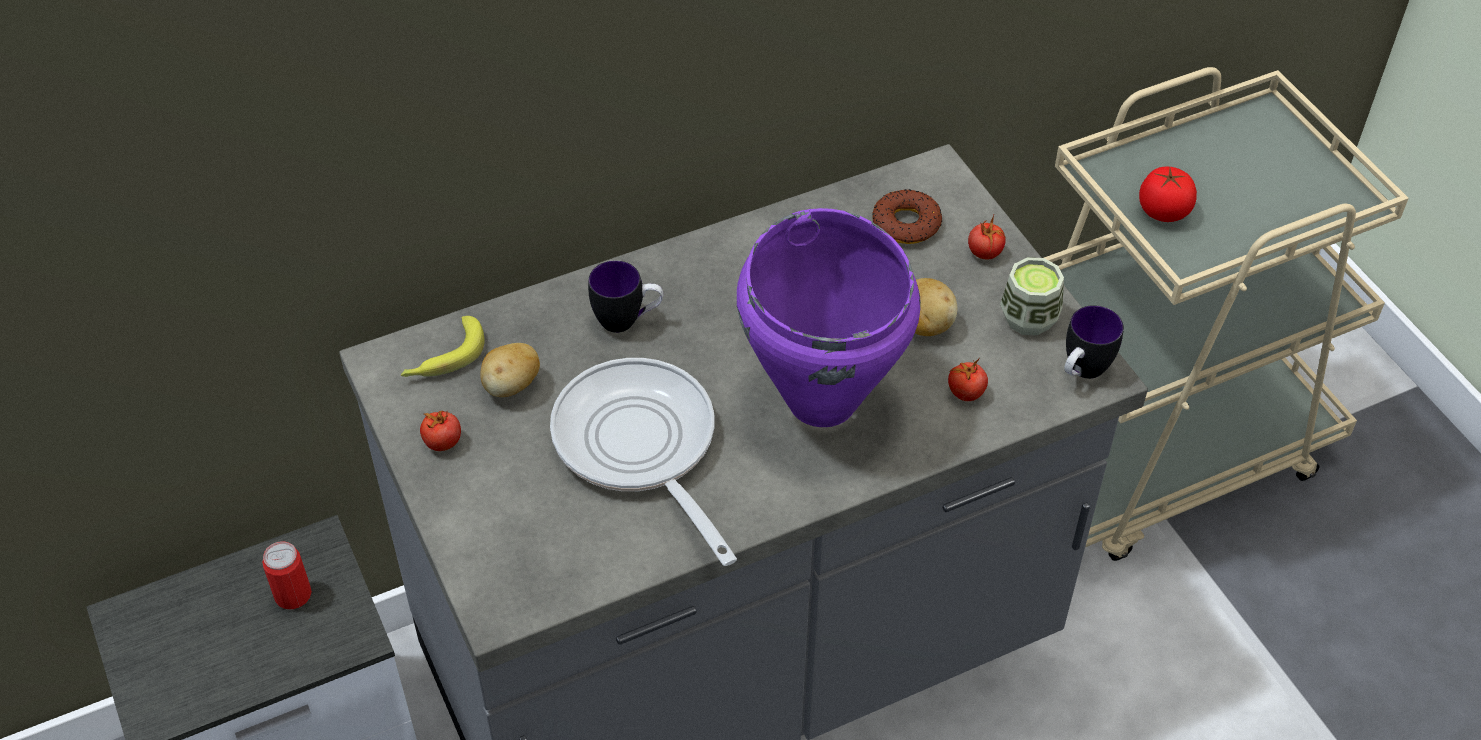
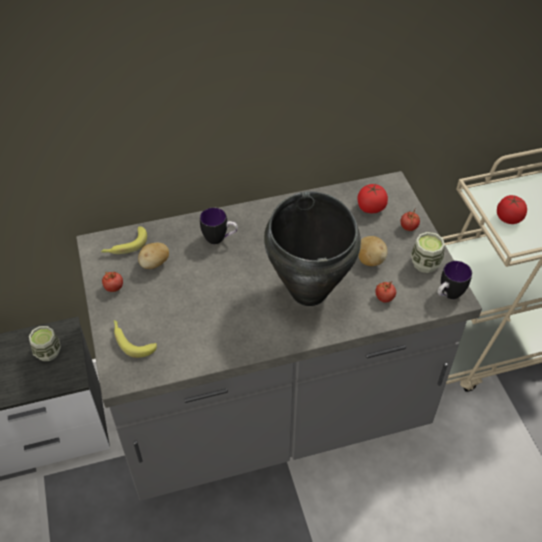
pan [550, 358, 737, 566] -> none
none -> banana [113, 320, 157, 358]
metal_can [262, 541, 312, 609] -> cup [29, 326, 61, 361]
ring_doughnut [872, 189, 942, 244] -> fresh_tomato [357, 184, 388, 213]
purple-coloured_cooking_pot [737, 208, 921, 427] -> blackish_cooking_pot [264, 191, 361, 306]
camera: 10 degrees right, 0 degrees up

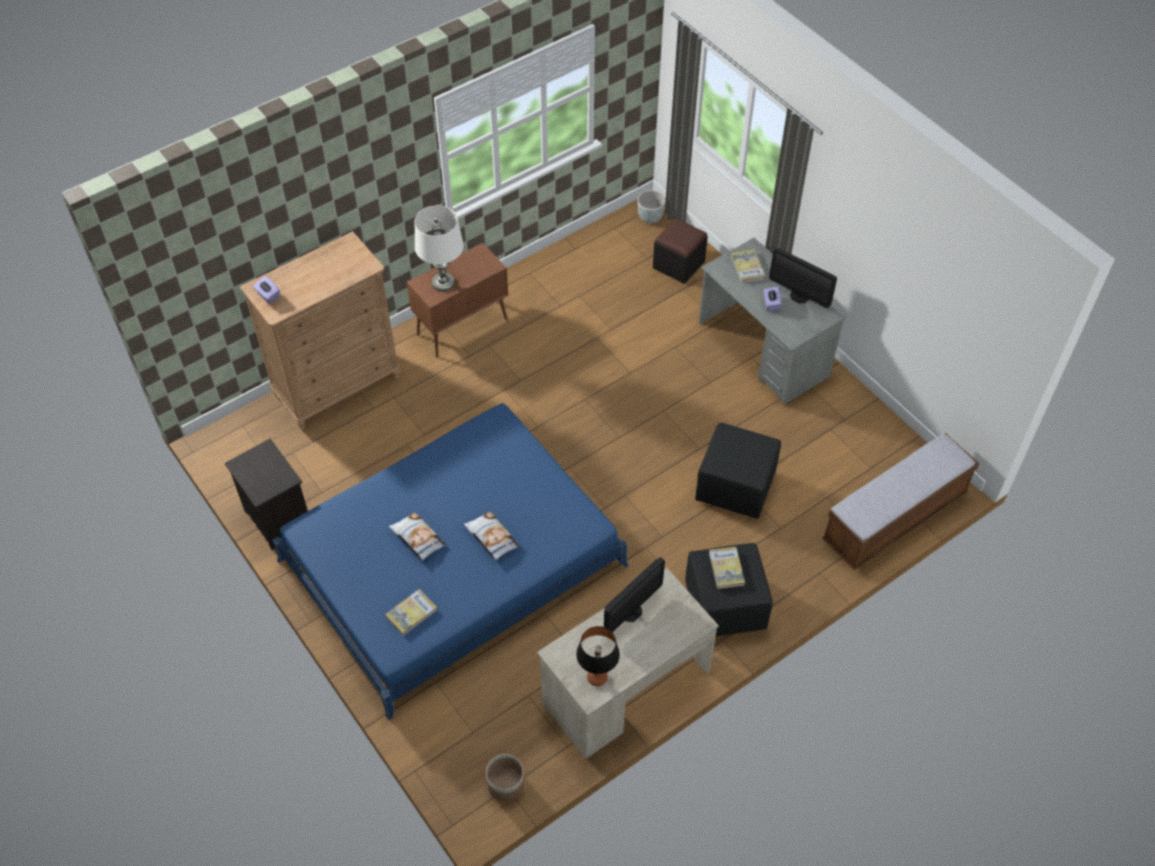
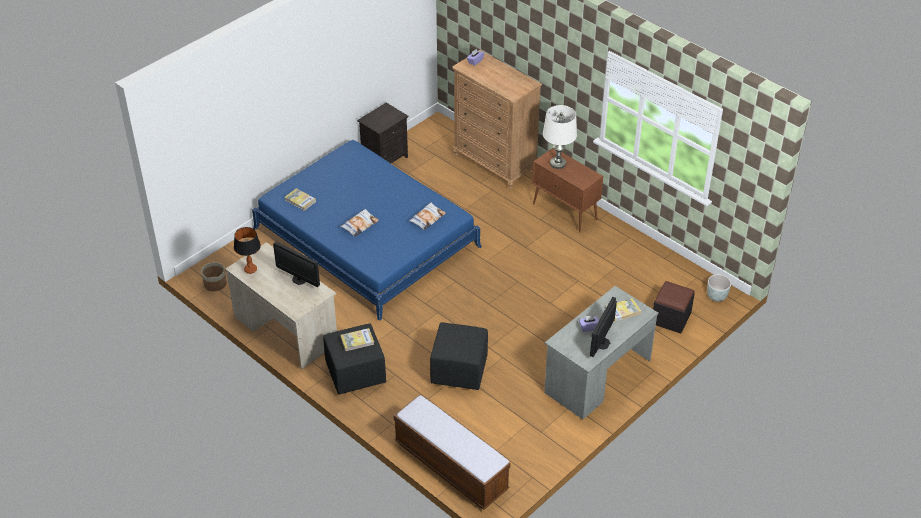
cushion [389, 512, 446, 561] -> cushion [409, 202, 446, 230], moved
camera: 80 degrees right, 10 degrees down

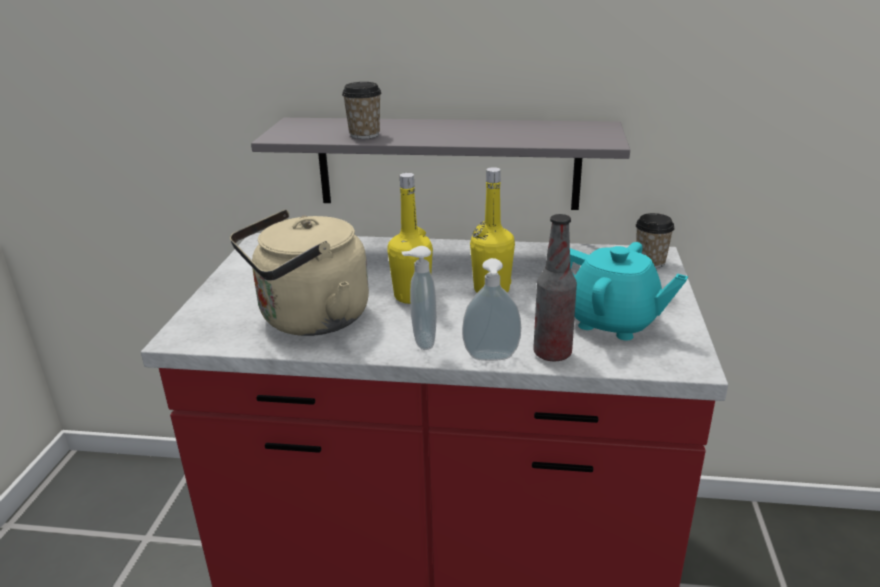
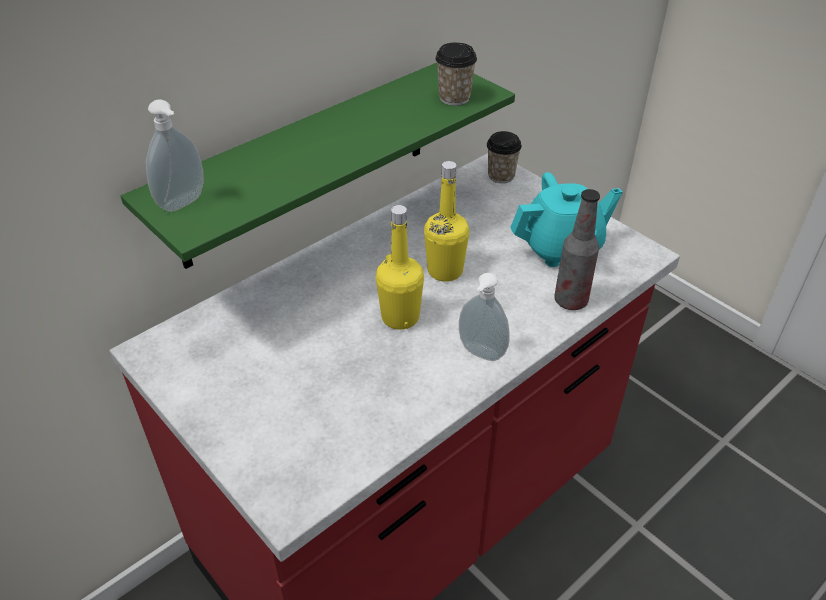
beige-coloured_kettle [230, 210, 369, 336] -> none
cup [342, 82, 382, 139] -> cup [435, 42, 477, 106], moved
soap_dispenser [462, 258, 521, 361] -> soap_dispenser [146, 99, 204, 212], moved
gray_bracket_shelf [251, 118, 630, 210] -> green_bracket_shelf [121, 63, 515, 269]
camera: 50 degrees left, 15 degrees up

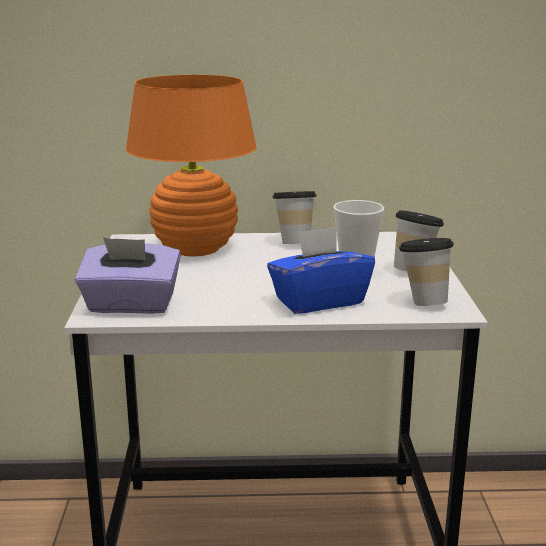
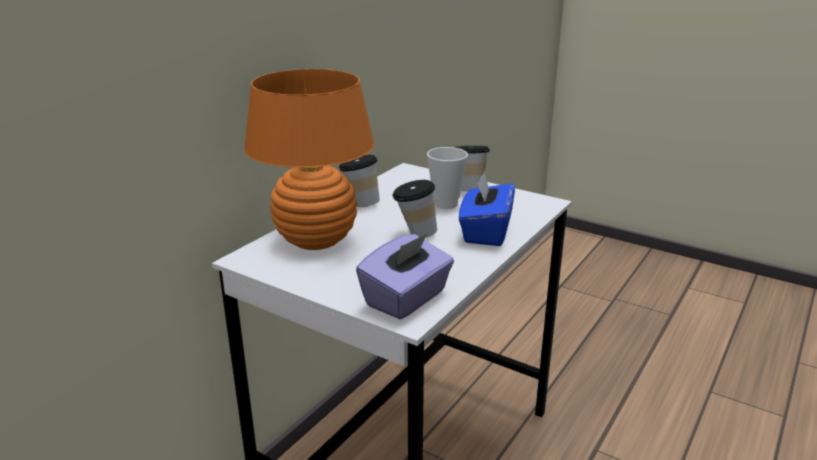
cup [399, 238, 454, 306] -> cup [392, 180, 437, 238], moved
camera: 55 degrees left, 5 degrees up

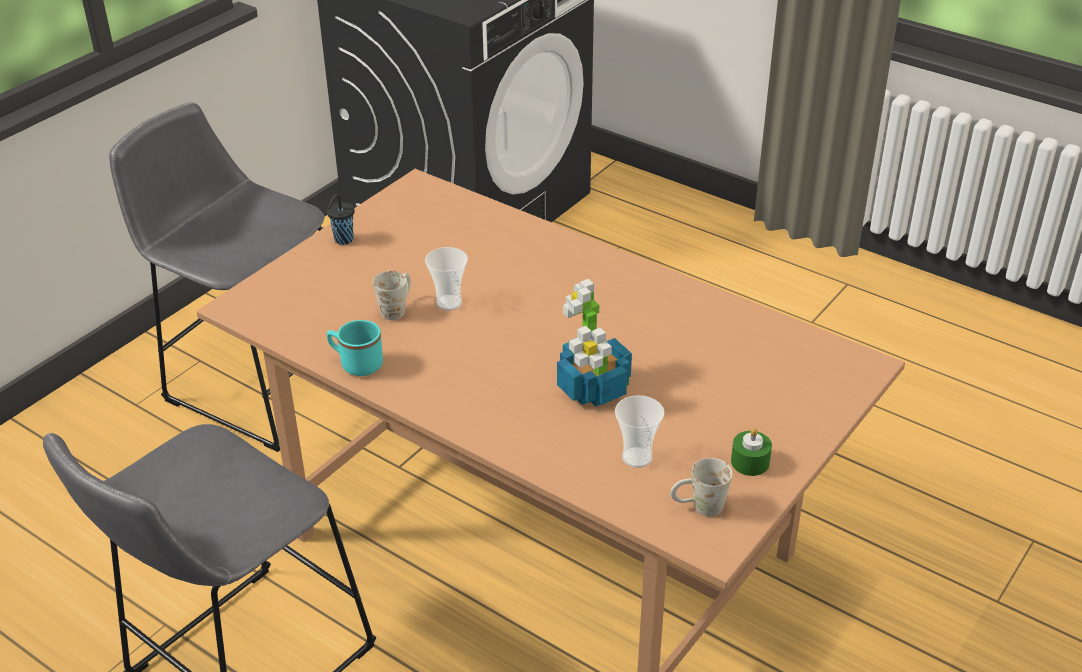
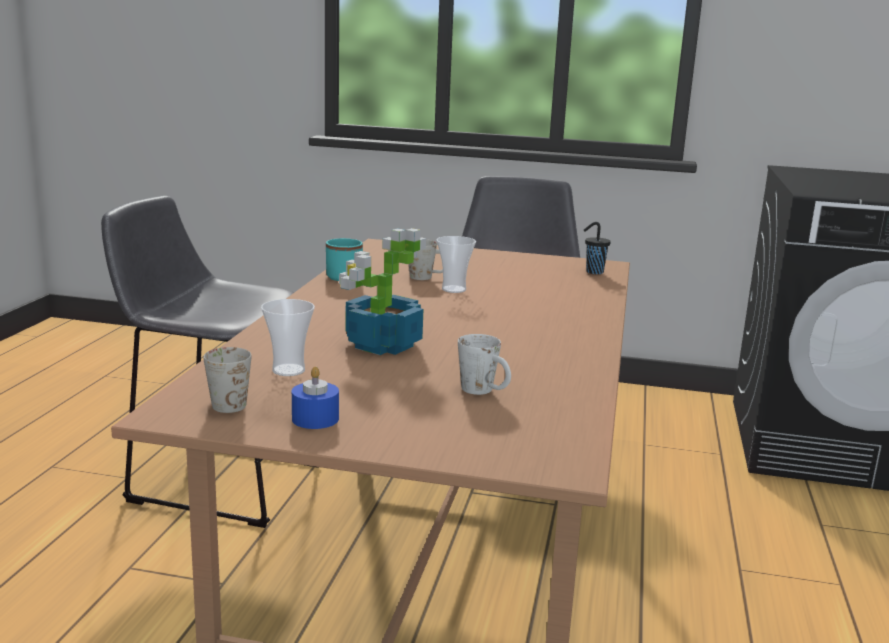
none -> white-coloured_mug [458, 334, 511, 395]
blackish_cup [327, 193, 355, 245] -> blackish_cup [584, 222, 611, 274], moved
green_wax_light [731, 428, 772, 476] -> blue-coloured_wax_light [292, 366, 339, 429]
camera: 65 degrees right, 20 degrees down

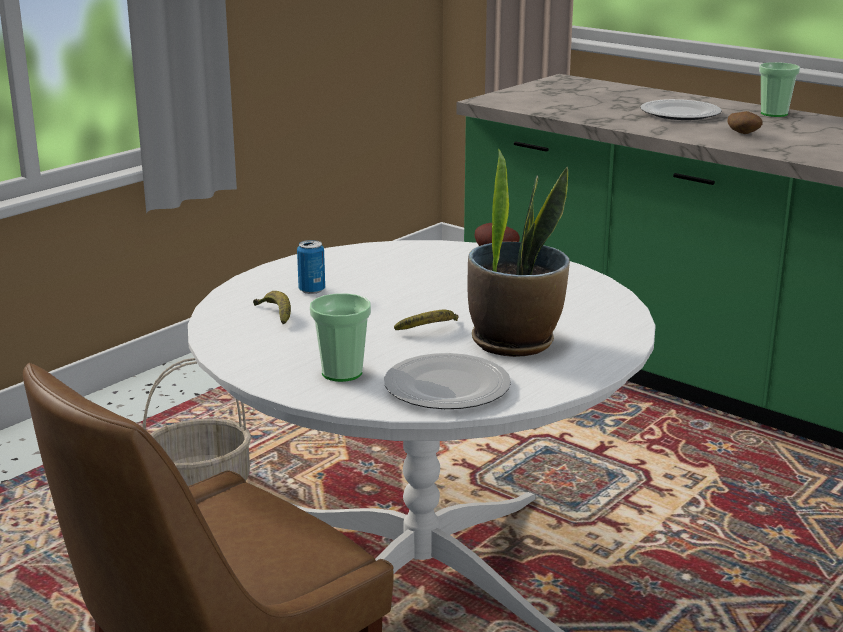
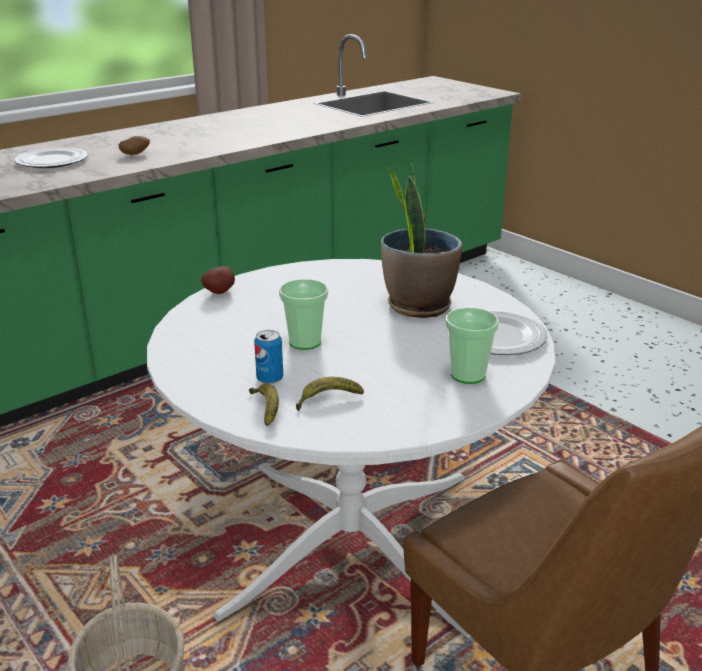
banana [394, 310, 459, 330] -> banana [249, 383, 279, 426], moved
cup [759, 62, 800, 117] -> cup [279, 279, 328, 350], moved
camera: 80 degrees left, 5 degrees up

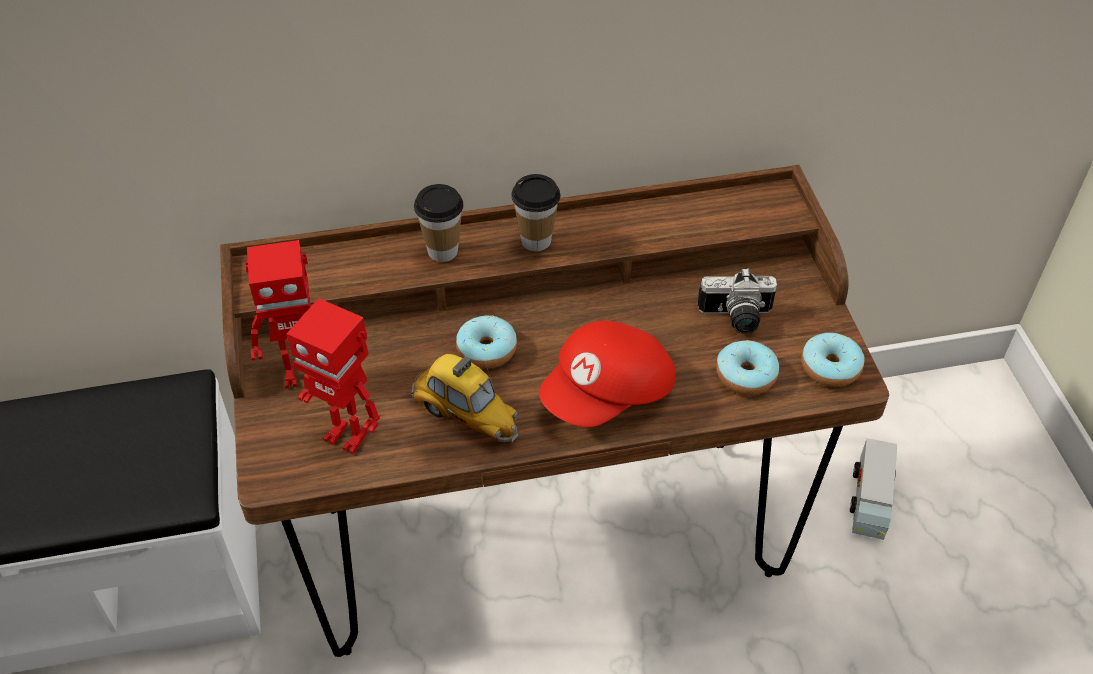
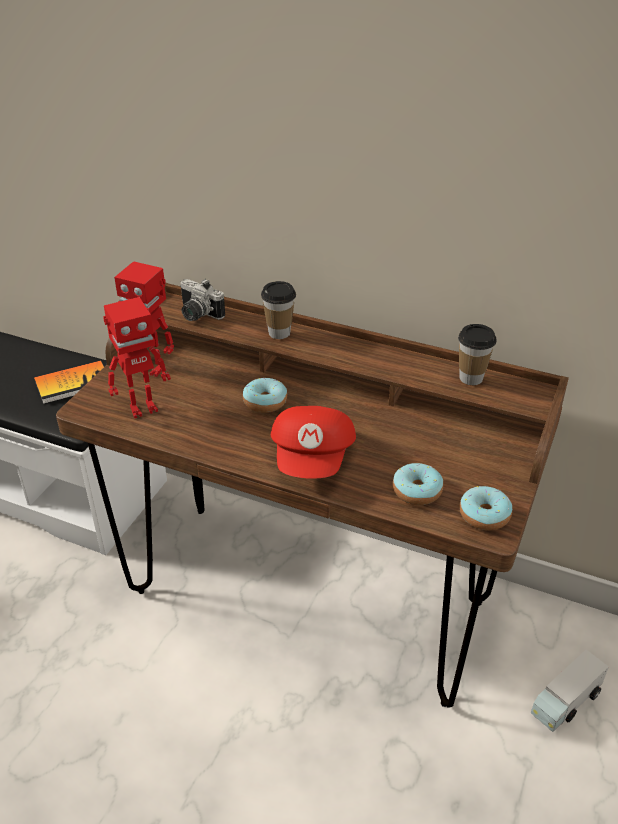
toy_car [410, 354, 519, 442] -> none
none -> bound_book [34, 360, 104, 404]
cup [511, 174, 560, 252] -> cup [458, 324, 497, 385], moved
photo_camera [697, 268, 777, 334] -> photo_camera [180, 279, 225, 321], moved
toy_robot [286, 298, 380, 454] -> toy_robot [103, 297, 171, 419], 90 degrees counterclockwise
reddish_cap [539, 321, 675, 427] -> reddish_cap [271, 406, 356, 479], 75 degrees counterclockwise
camera: 35 degrees right, 10 degrees down

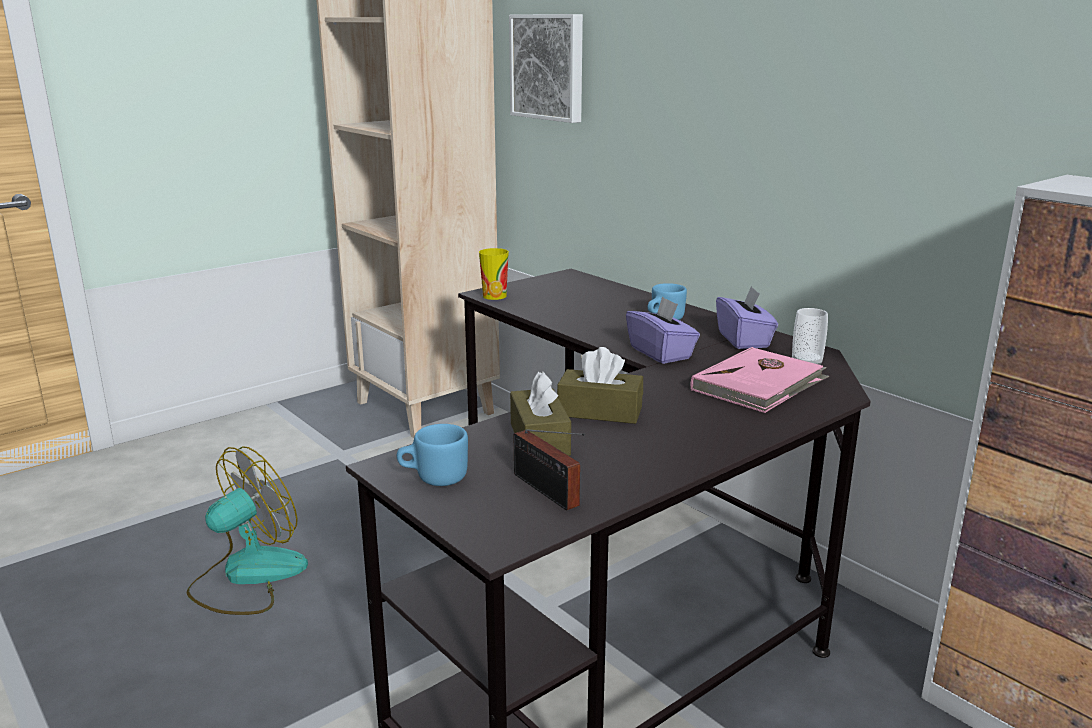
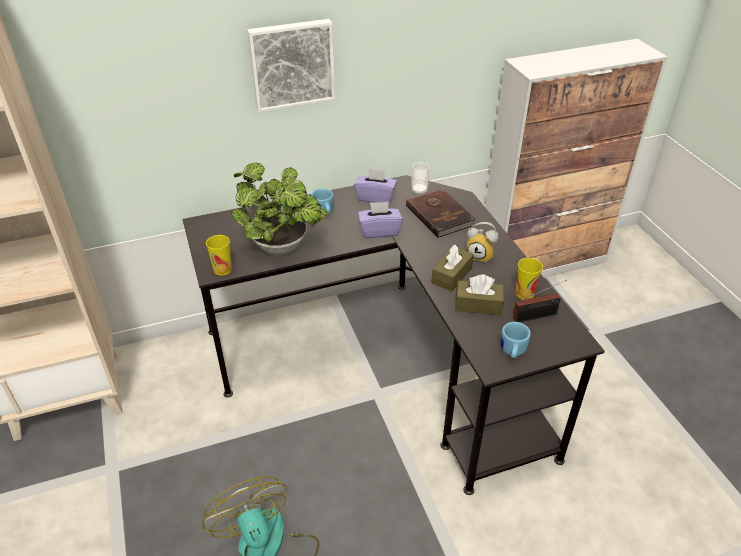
none -> houseplant [231, 163, 327, 255]
none -> alarm_clock [466, 222, 499, 263]
none -> cup [515, 258, 543, 300]
wall_art [509, 14, 583, 123] -> wall_art [247, 19, 335, 112], moved
pink_bound_book [691, 347, 829, 413] -> brown_bound_book [406, 188, 476, 238]
camera: 70 degrees left, 20 degrees up

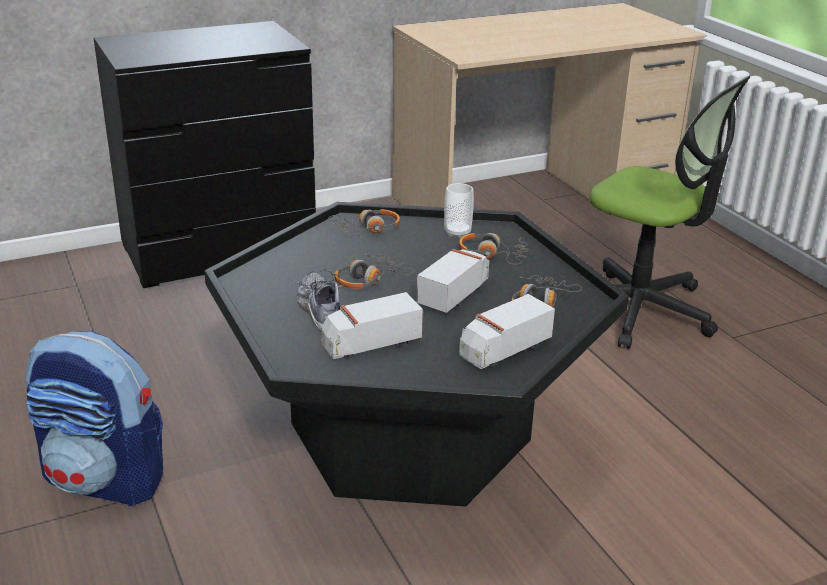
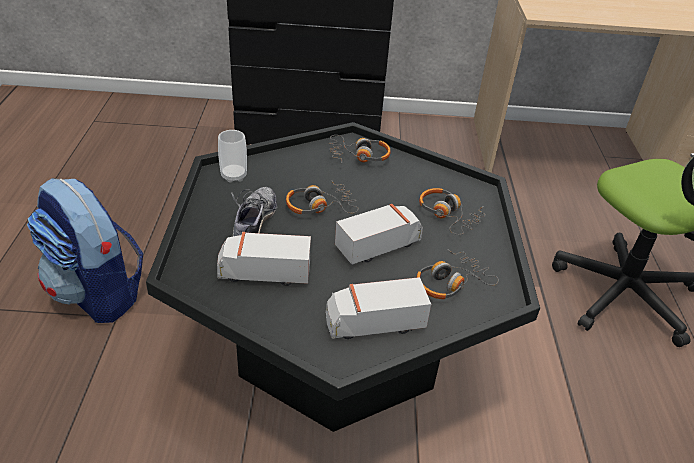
cup [444, 183, 474, 238] -> cup [218, 130, 247, 182], moved
camera: 25 degrees right, 10 degrees up

